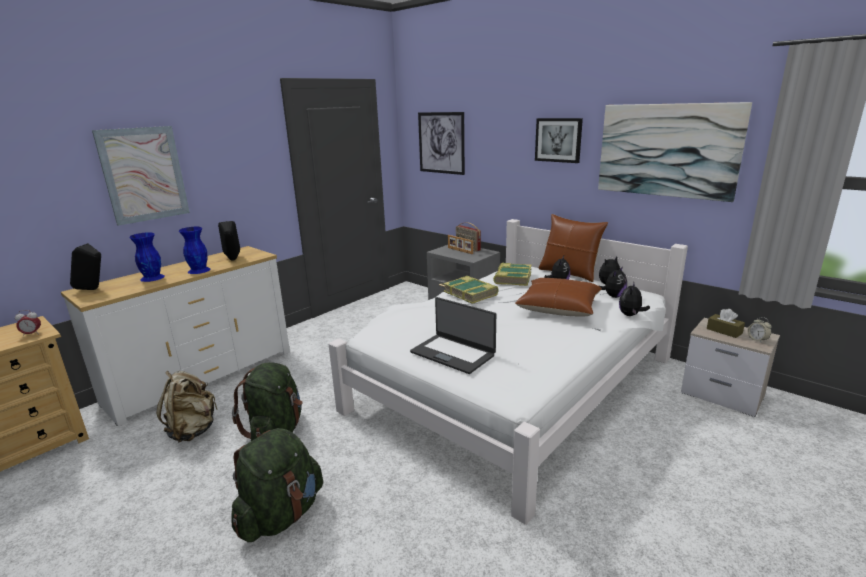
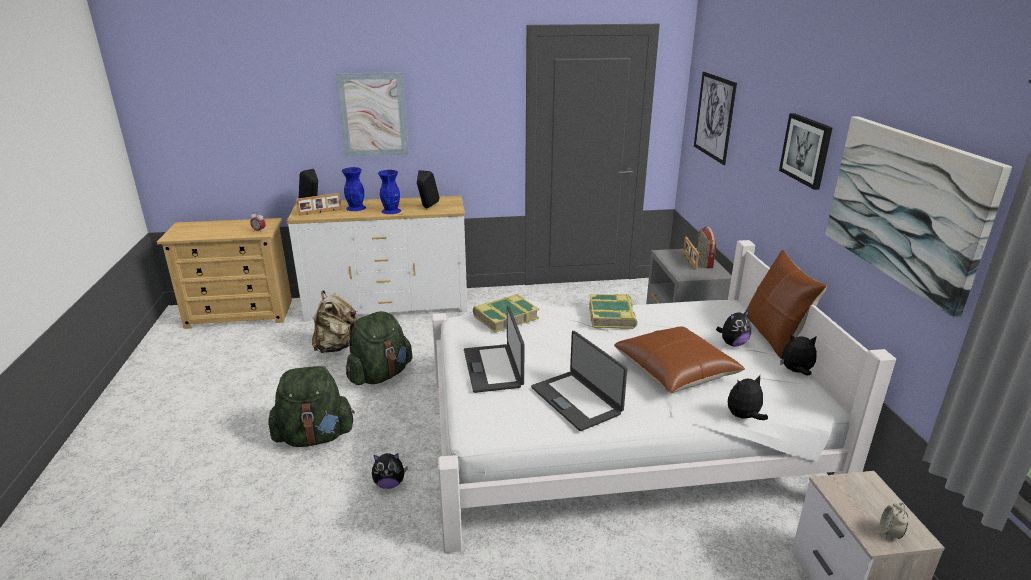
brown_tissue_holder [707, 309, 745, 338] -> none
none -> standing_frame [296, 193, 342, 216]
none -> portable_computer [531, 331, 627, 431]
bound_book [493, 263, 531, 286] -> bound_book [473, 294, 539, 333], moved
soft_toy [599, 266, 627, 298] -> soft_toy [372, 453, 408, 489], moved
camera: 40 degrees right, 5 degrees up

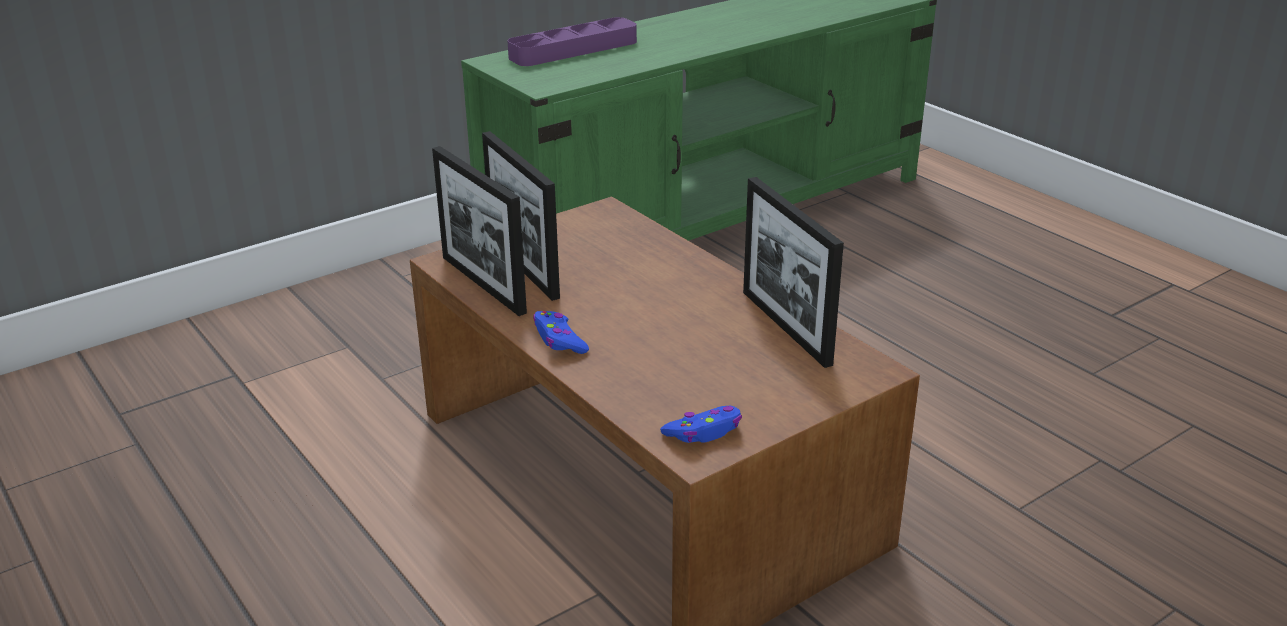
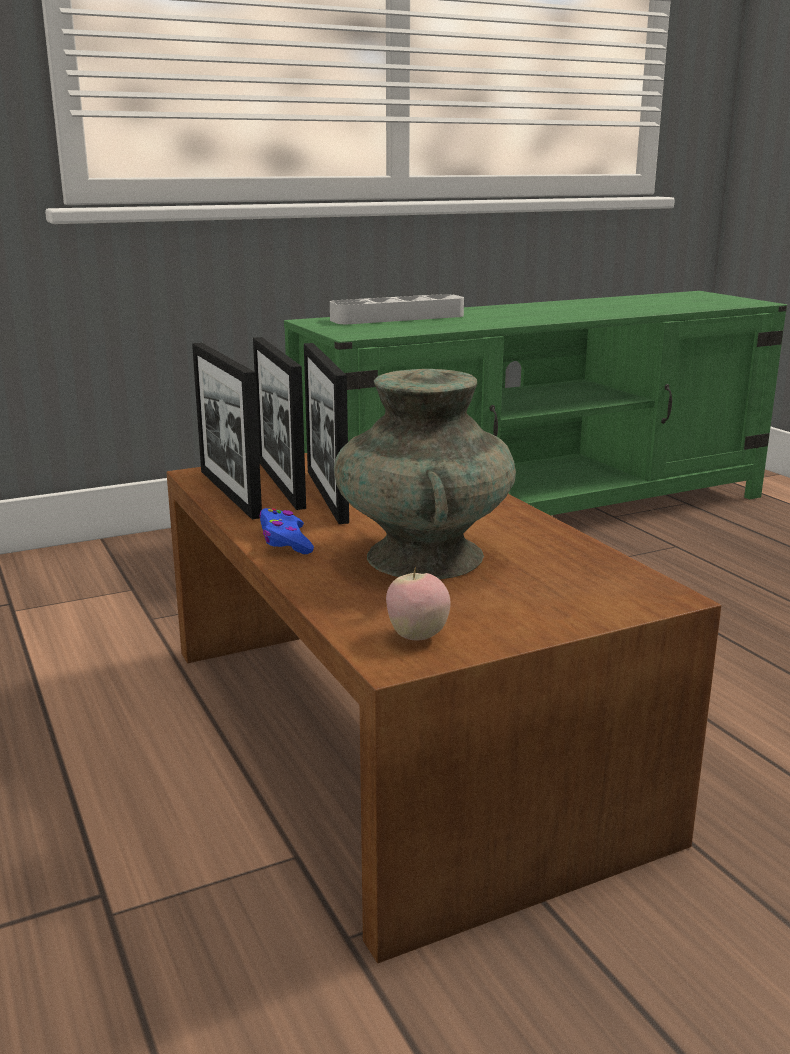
none -> blue-green_vase [334, 369, 516, 579]
standing_frame [743, 177, 844, 368] -> standing_frame [304, 343, 349, 524], moved
blue-coloured_gamepad [660, 406, 742, 443] -> apple_fruit [386, 566, 450, 640]
purple-coloured_carrying_tray [507, 17, 637, 66] -> gray_carrying_tray [330, 294, 464, 324]
camera: 10 degrees right, 10 degrees down

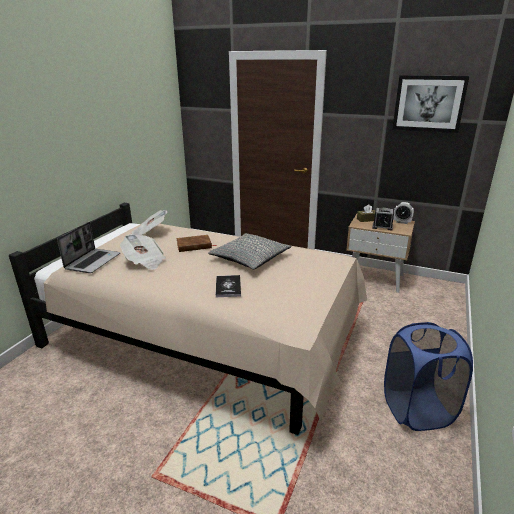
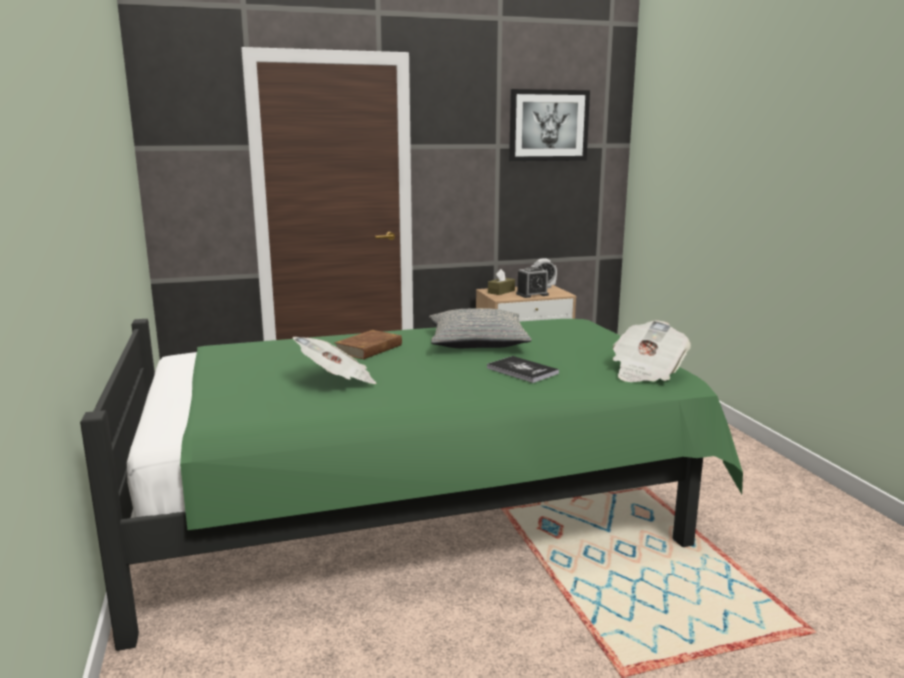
portable_computer [57, 222, 120, 273] -> none
blue-coloured_hamper [384, 322, 473, 431] -> none
printed_paper [131, 210, 168, 235] -> printed_paper [613, 320, 691, 382], moved
beige-coloured_sleeping_bed [9, 203, 367, 435] -> green_sleeping_bed [80, 319, 743, 651]
camera: 40 degrees left, 10 degrees down

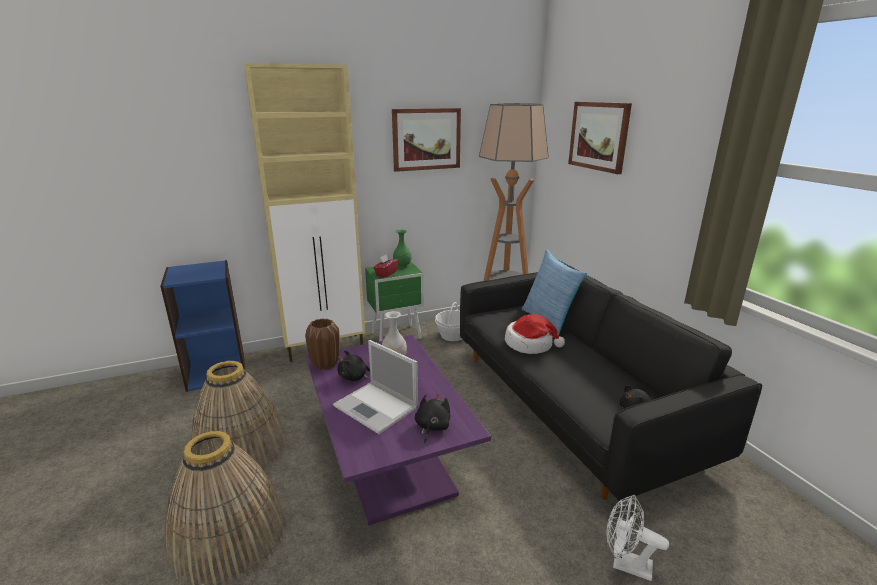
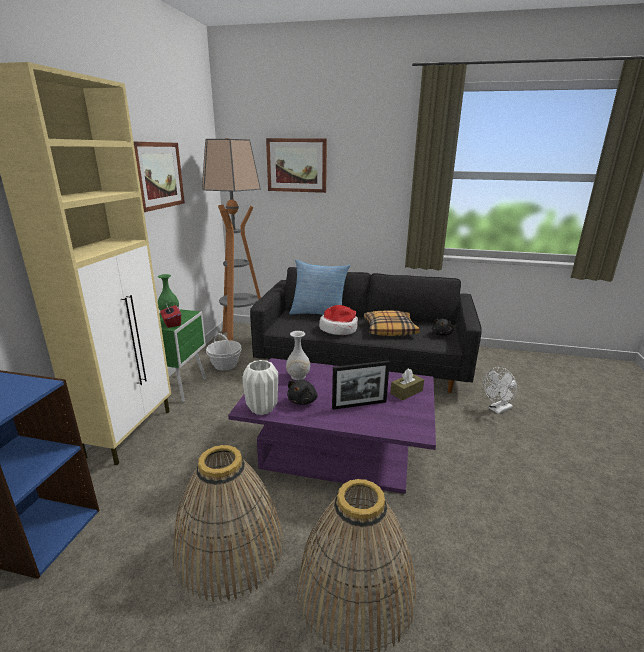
none -> cushion [364, 310, 420, 336]
portable_computer [333, 340, 418, 434] -> standing_frame [332, 361, 390, 410]
blackish_soft_toy [415, 393, 450, 444] -> brown_tissue_holder [390, 368, 424, 401]
brown_vase [305, 318, 340, 370] -> white-coloured_vase [242, 360, 278, 415]
camera: 55 degrees left, 0 degrees up

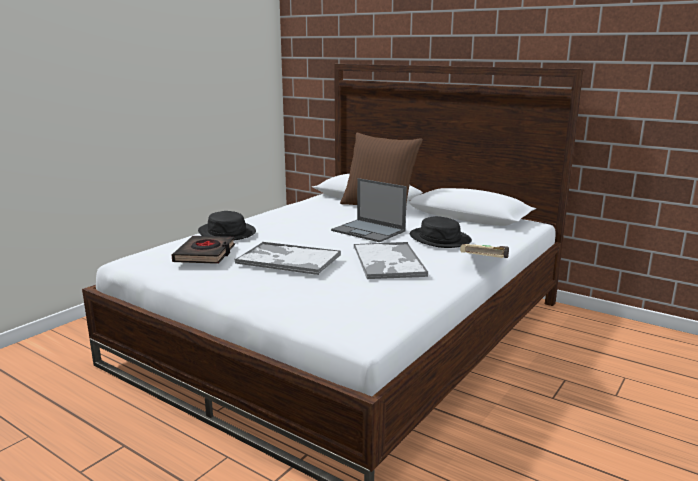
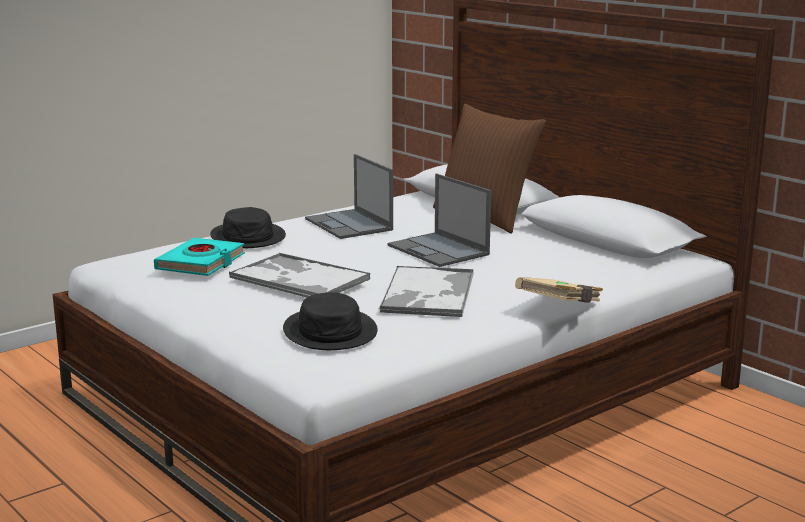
none -> portable_computer [305, 154, 393, 239]
blackish_wearable_hat [410, 216, 472, 248] -> blackish_wearable_hat [283, 292, 378, 350], moved
blackish_bound_book [172, 236, 235, 264] -> blue-green_bound_book [154, 238, 245, 276]
camera: 15 degrees right, 0 degrees up

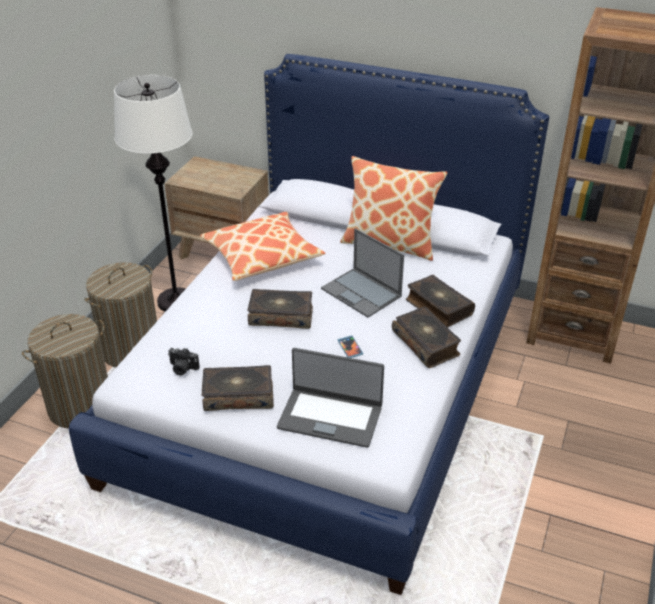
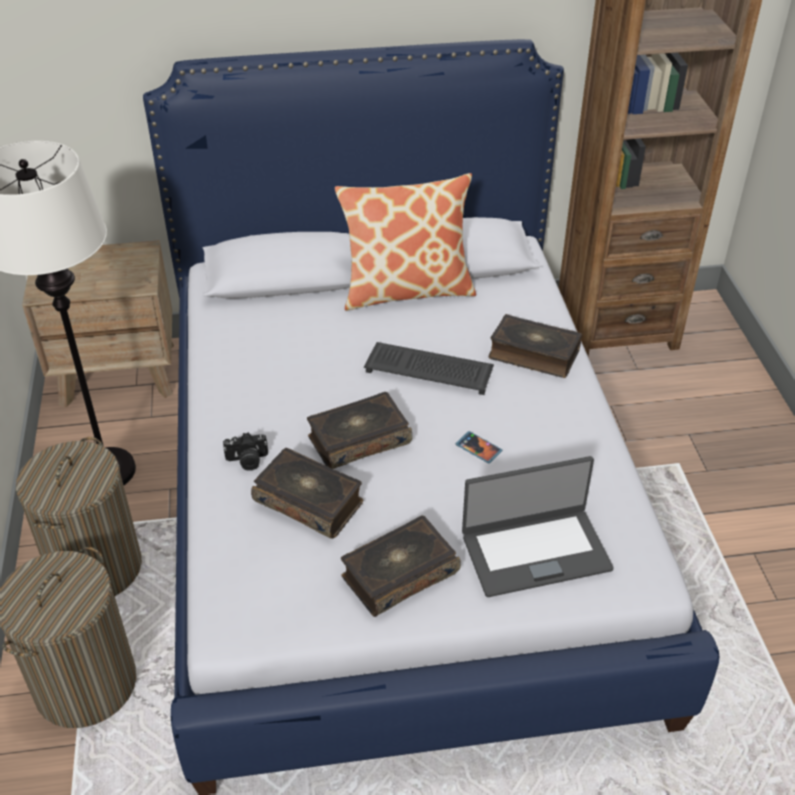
cushion [200, 212, 325, 281] -> none
photo_camera [168, 348, 200, 376] -> photo_camera [223, 432, 268, 471], moved
bound_book [392, 307, 461, 368] -> bound_book [251, 448, 363, 539], moved
portable_computer [321, 228, 404, 318] -> PC_keyboard [364, 342, 494, 395]
camera: 30 degrees left, 5 degrees up

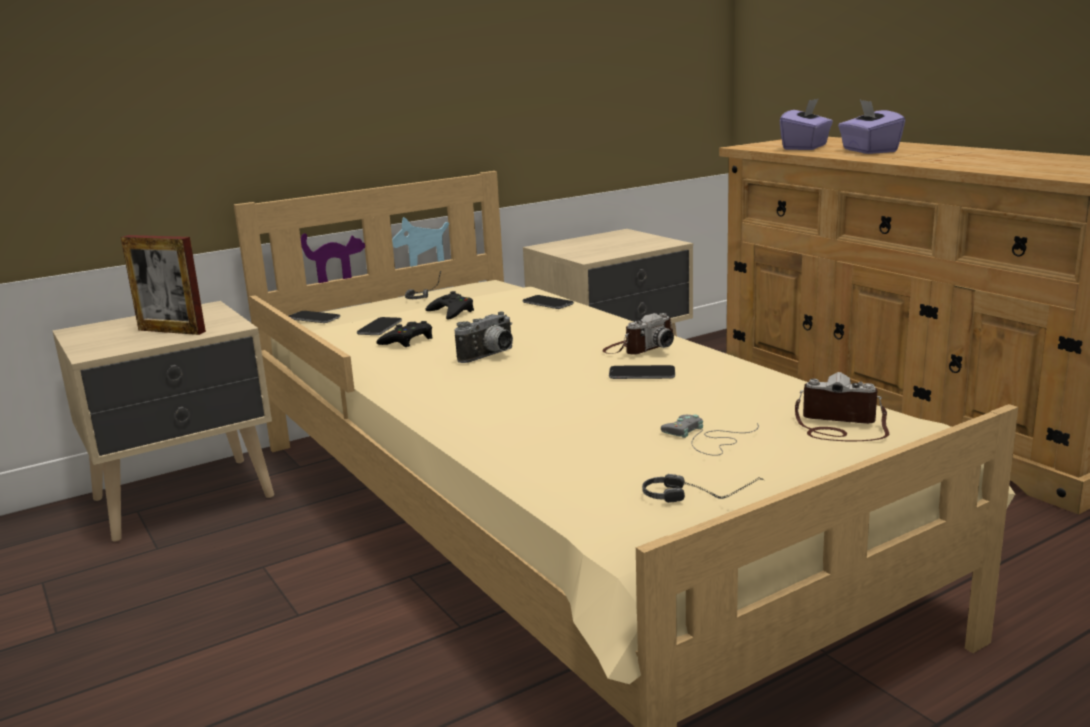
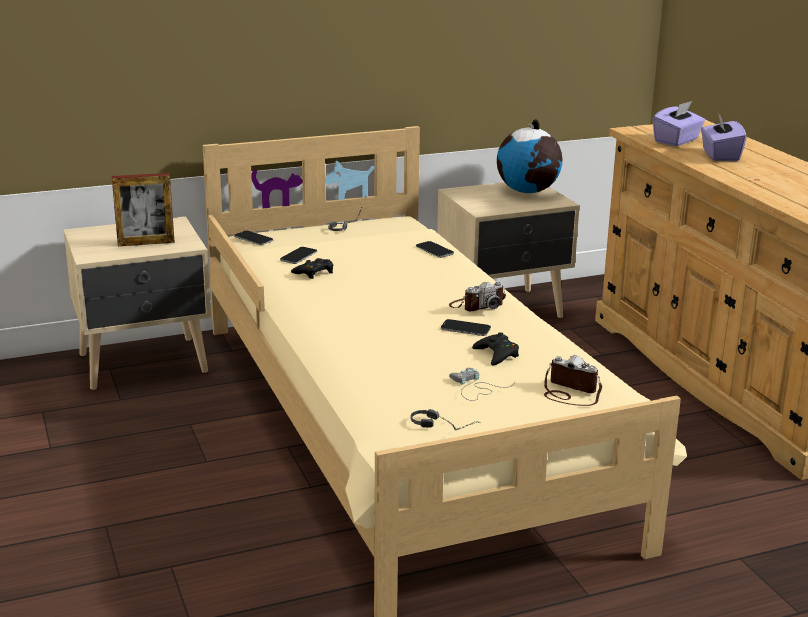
photo_camera [455, 311, 513, 363] -> none
none -> globe [497, 119, 562, 193]
blackish_gamepad [426, 291, 474, 319] -> blackish_gamepad [472, 332, 519, 365], moved
standing_frame [121, 235, 206, 335] -> standing_frame [112, 173, 175, 246], 45 degrees counterclockwise
camera: 10 degrees right, 5 degrees up

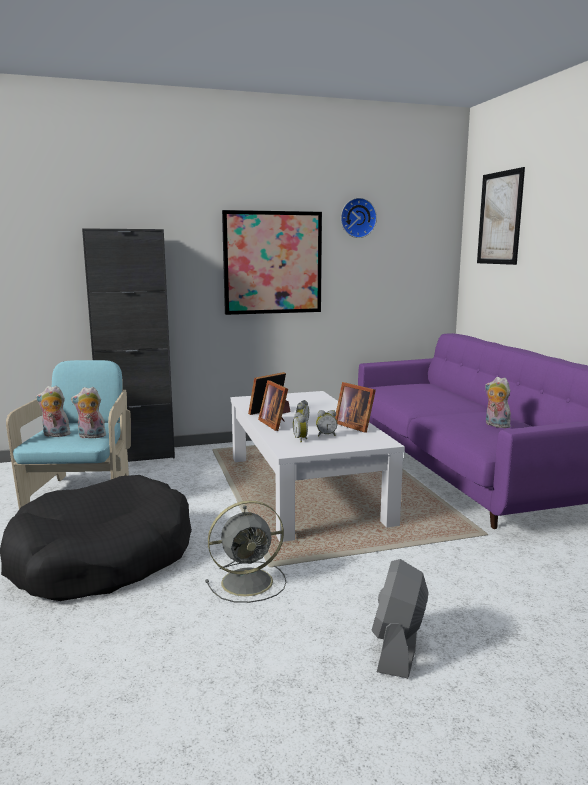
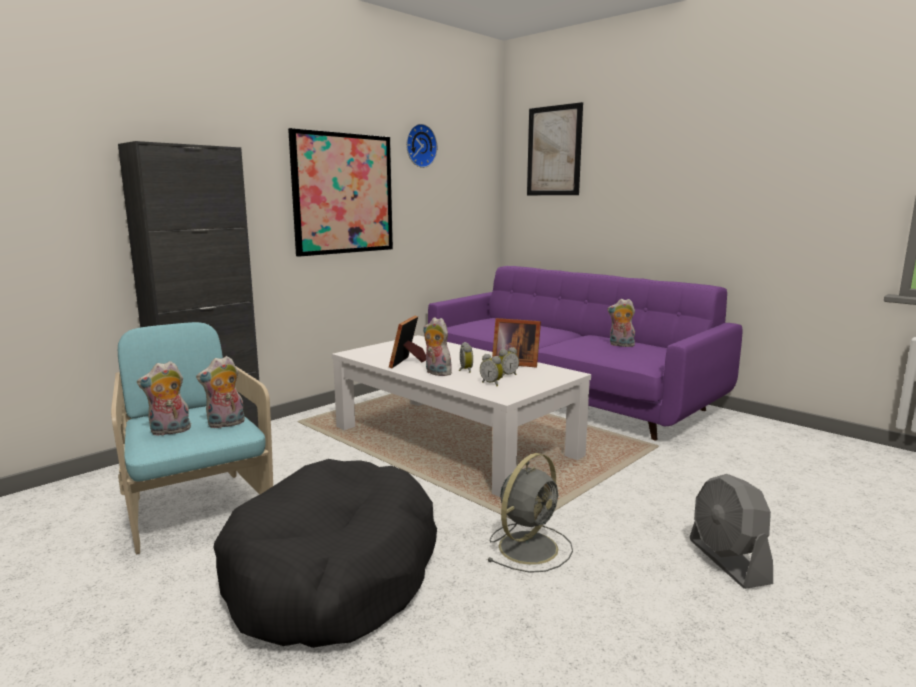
standing_frame [258, 380, 288, 431] -> soft_toy [423, 317, 452, 376]
camera: 30 degrees left, 0 degrees up

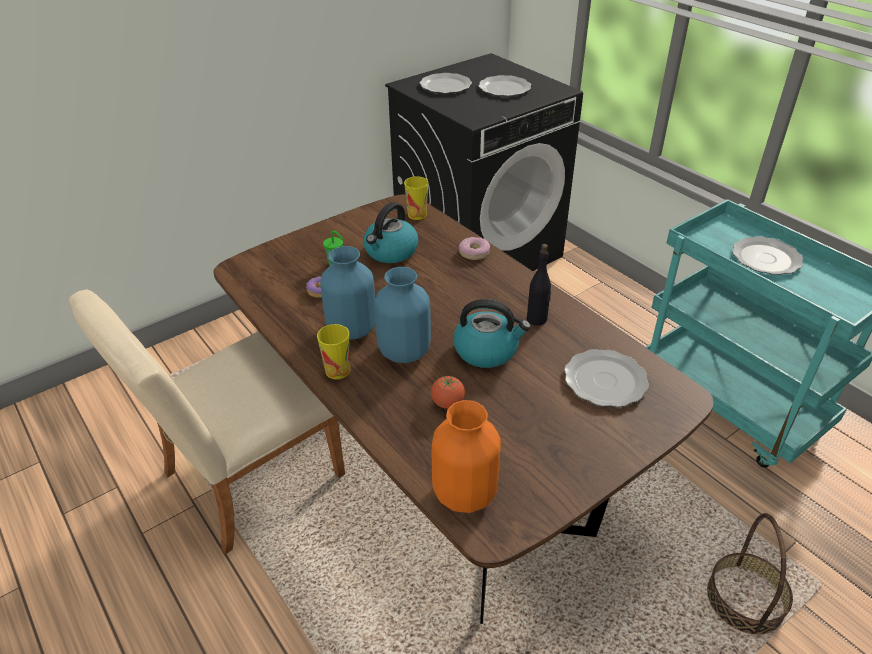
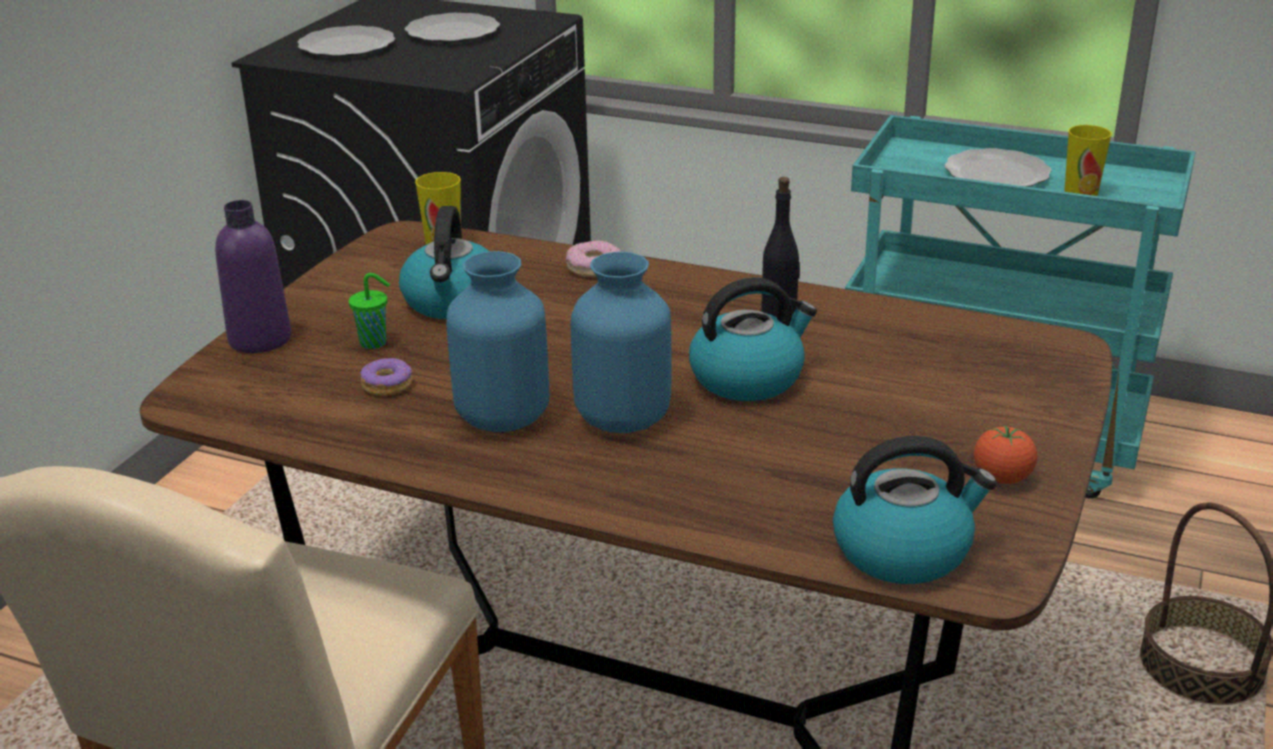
plate [564, 349, 649, 407] -> none
none -> purple-coloured_beverage_bottle [215, 200, 291, 353]
cup [317, 324, 350, 379] -> cup [1064, 125, 1112, 196], moved
fresh_tomato [431, 376, 465, 409] -> fresh_tomato [974, 425, 1037, 484], moved
orange-coloured_vase [432, 400, 501, 513] -> kettle [833, 436, 997, 584]
camera: 30 degrees left, 10 degrees down

